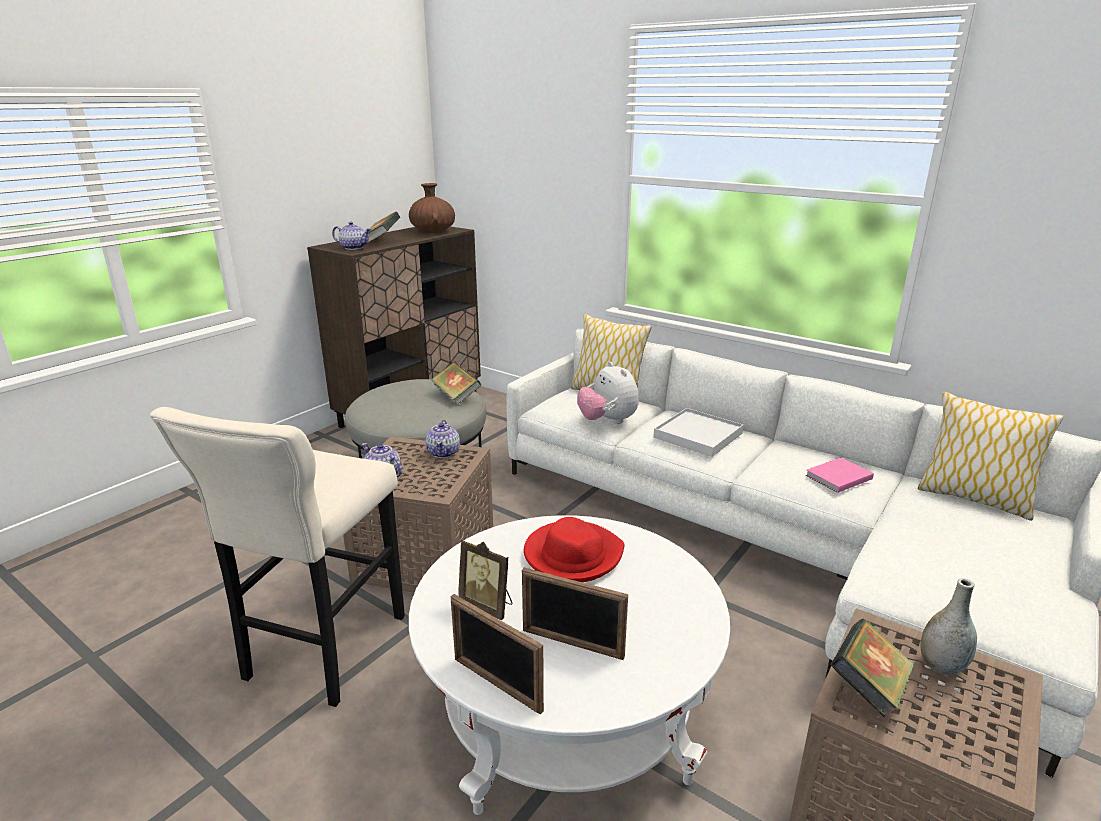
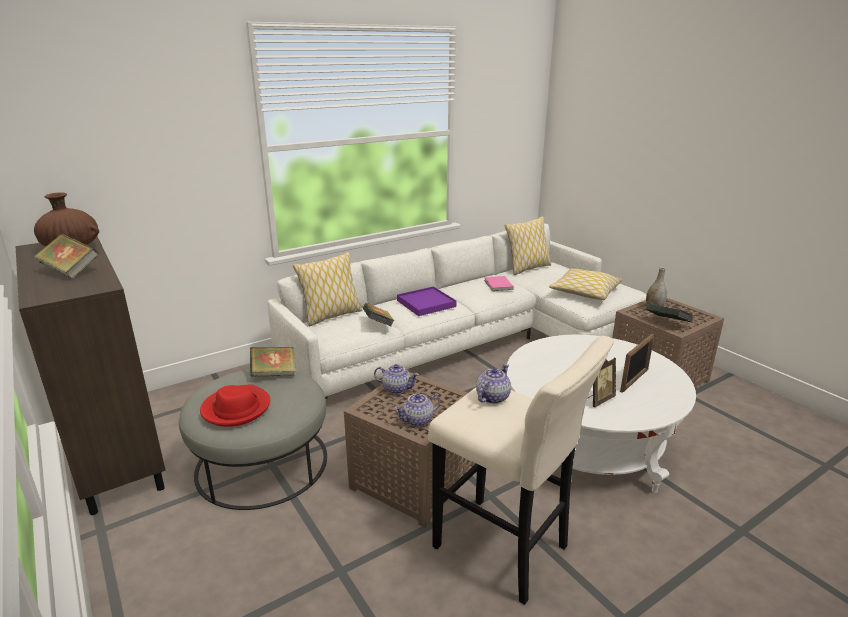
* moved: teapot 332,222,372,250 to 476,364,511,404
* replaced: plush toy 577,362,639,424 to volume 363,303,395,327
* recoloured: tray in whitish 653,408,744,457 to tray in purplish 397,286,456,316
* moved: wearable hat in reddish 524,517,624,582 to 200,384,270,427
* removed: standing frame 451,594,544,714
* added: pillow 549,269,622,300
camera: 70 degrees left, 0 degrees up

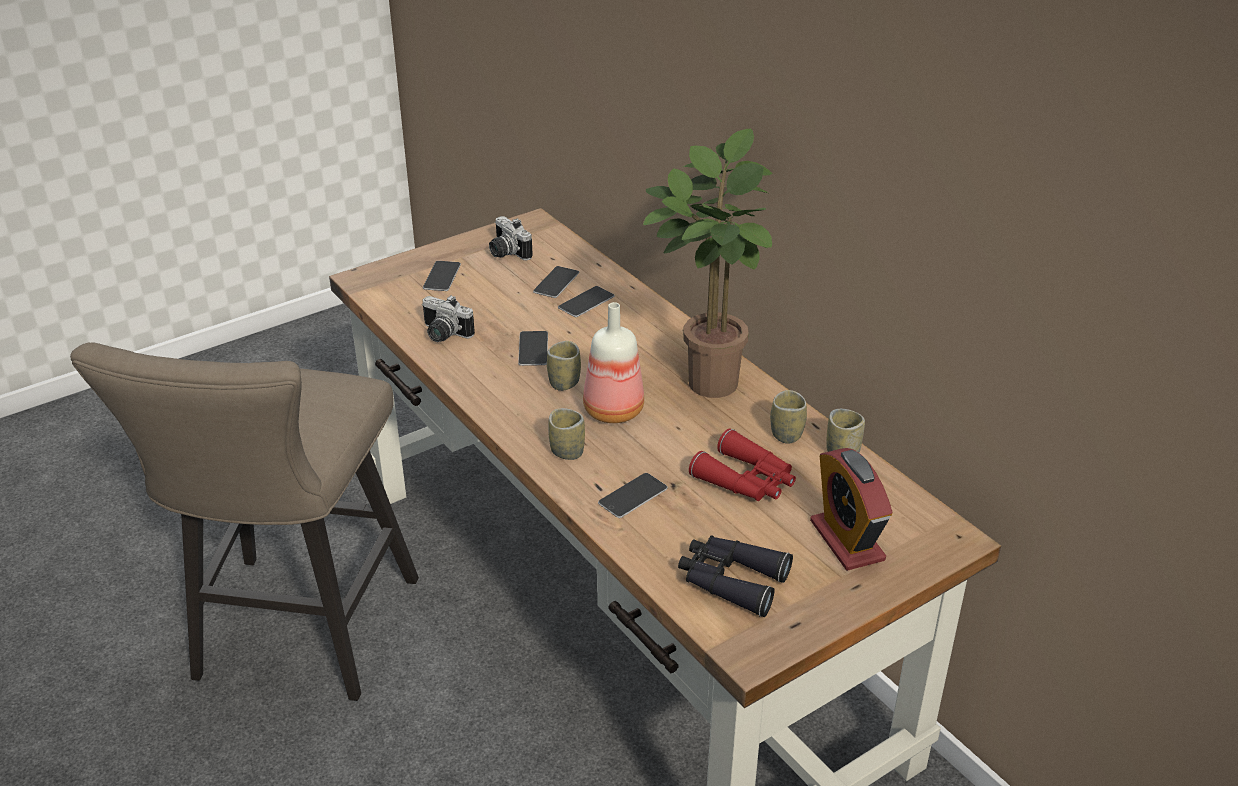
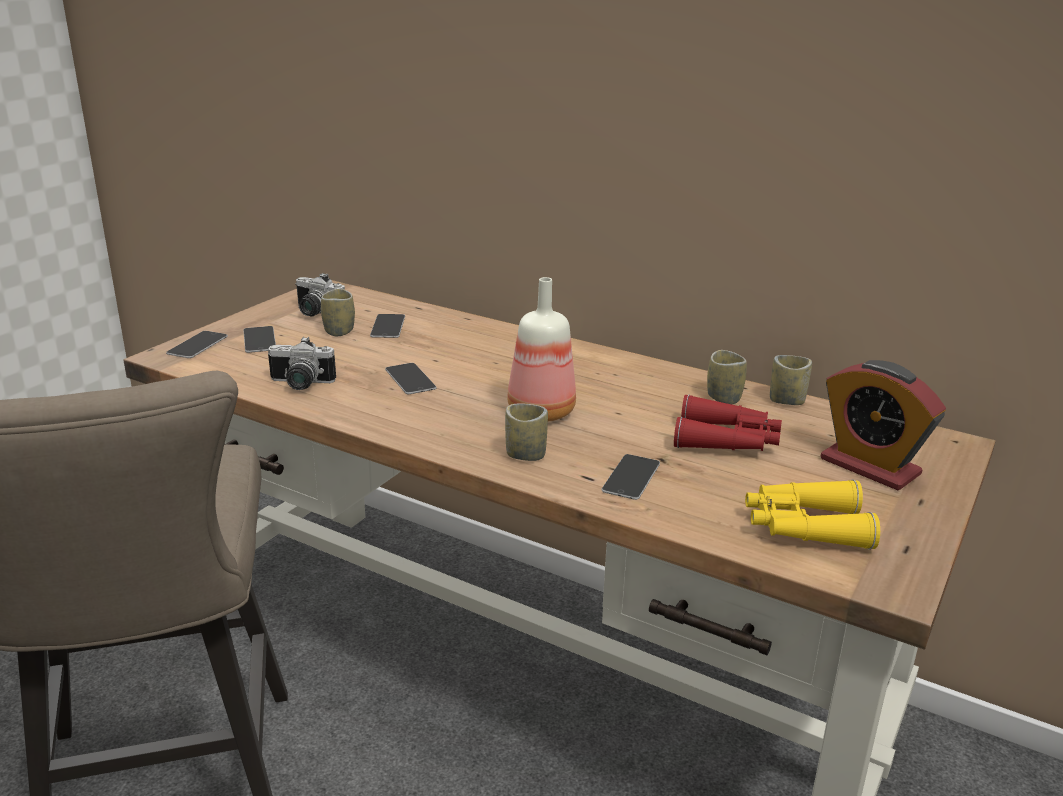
* removed: potted plant 643,129,772,398
* moved: telephone 558,286,615,317 to 166,331,228,358
* moved: cup 547,341,581,391 to 321,289,355,336
* recoloured: pair of binoculars in black-coloured 678,535,793,617 to pair of binoculars in yellowish 745,480,880,550
camera: 25 degrees left, 10 degrees down

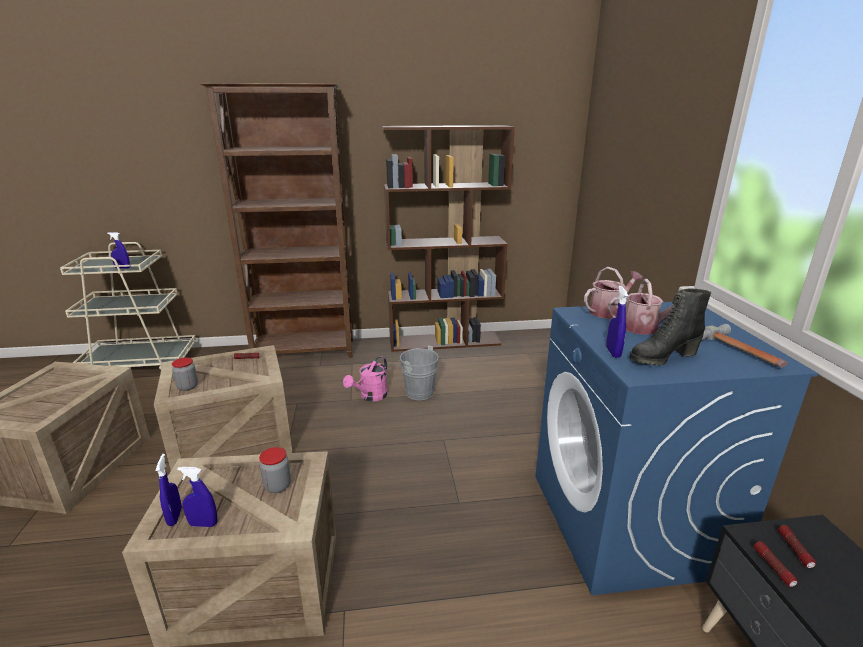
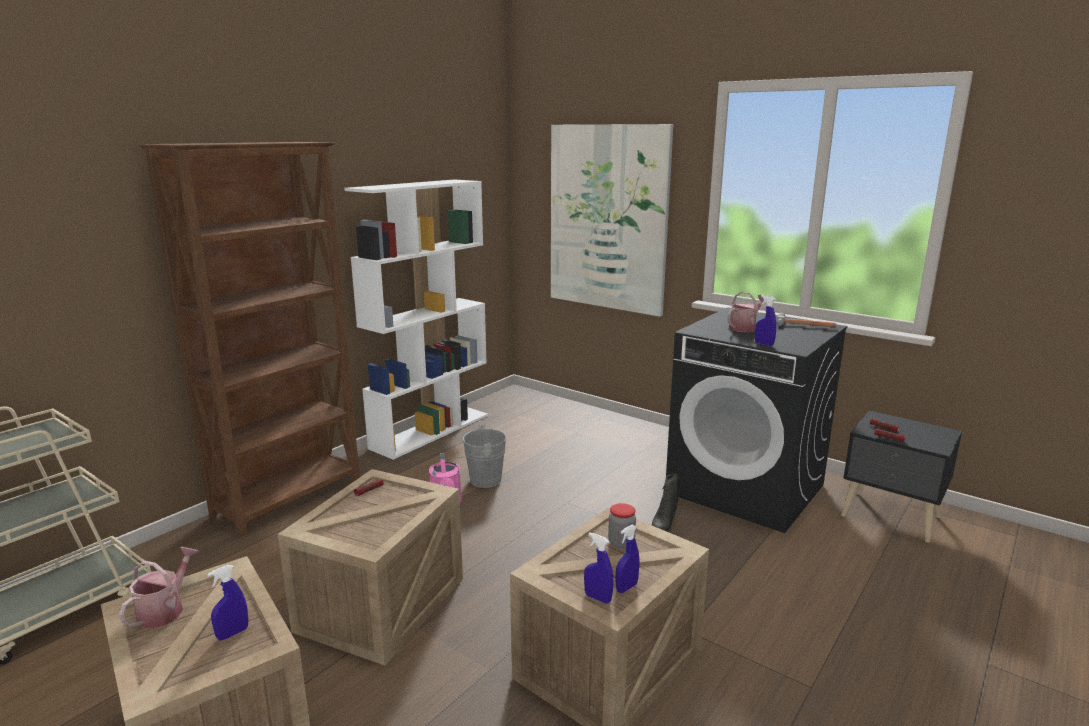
* recoloured: shelving unit in brown-coloured 382,125,515,352 to shelving unit in whitish 344,180,488,460
* moved: sprayer in blue-coloured 107,232,130,269 to 208,565,248,640
* moved: watering can 584,267,643,319 to 119,547,199,629
* moved: high-top boot in black-coloured 629,288,711,365 to 652,473,678,533
* recoloured: laundry appliance in blue-coloured 535,302,818,595 to laundry appliance in black-coloured 666,307,847,533
* removed: jar 172,357,198,391
* added: wall art 551,124,673,317
camera: 45 degrees left, 5 degrees down

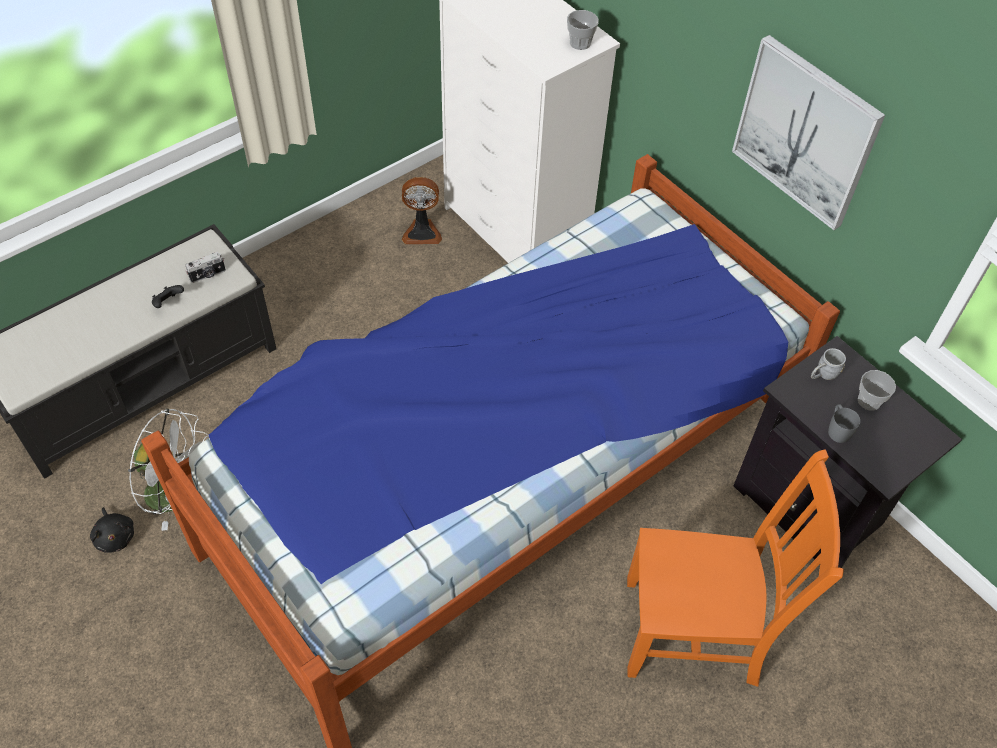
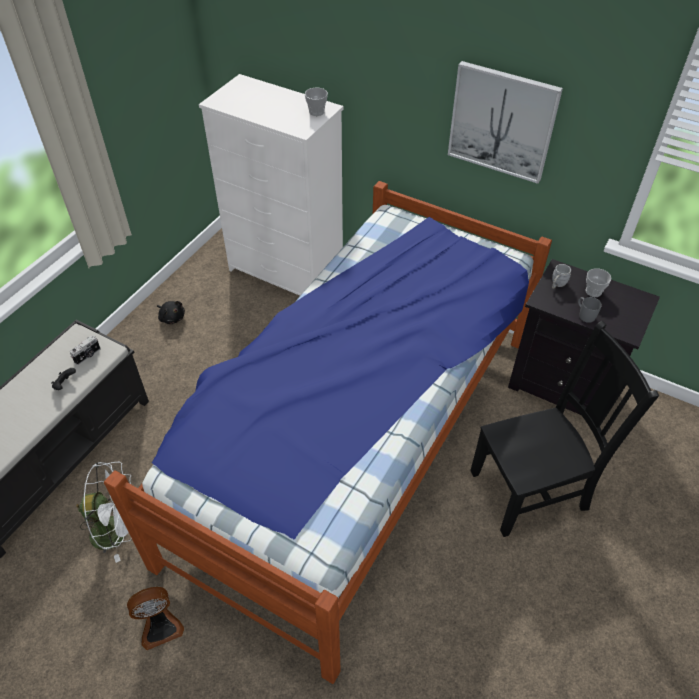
* moved: cooling fan 402,177,442,244 to 127,587,184,650
* recoloured: upright chair in orangey 627,449,844,687 to upright chair in black-coloured 470,321,659,537
* moved: plush toy in black-coloured 90,507,134,553 to 157,301,185,324
camera: 20 degrees left, 5 degrees down

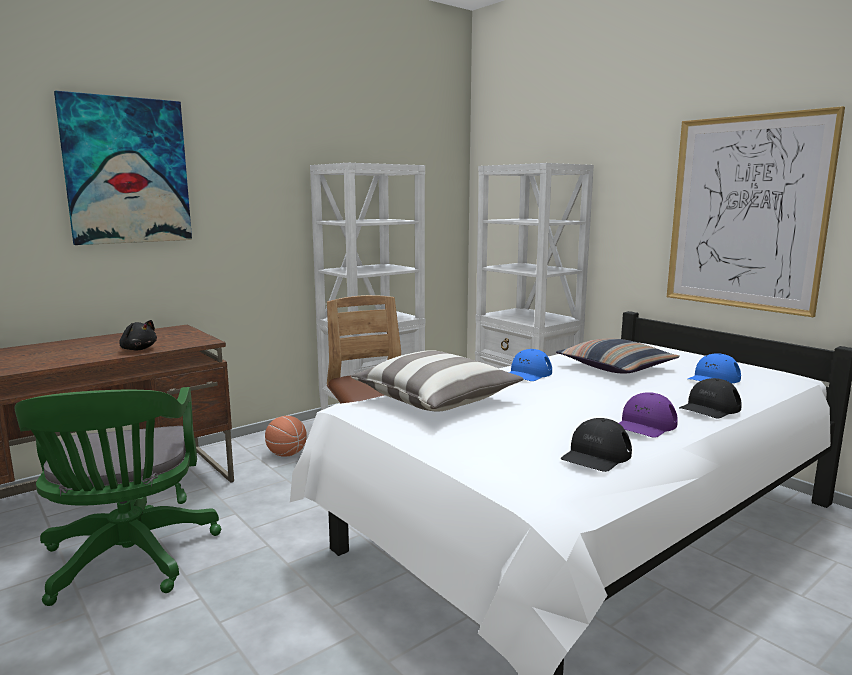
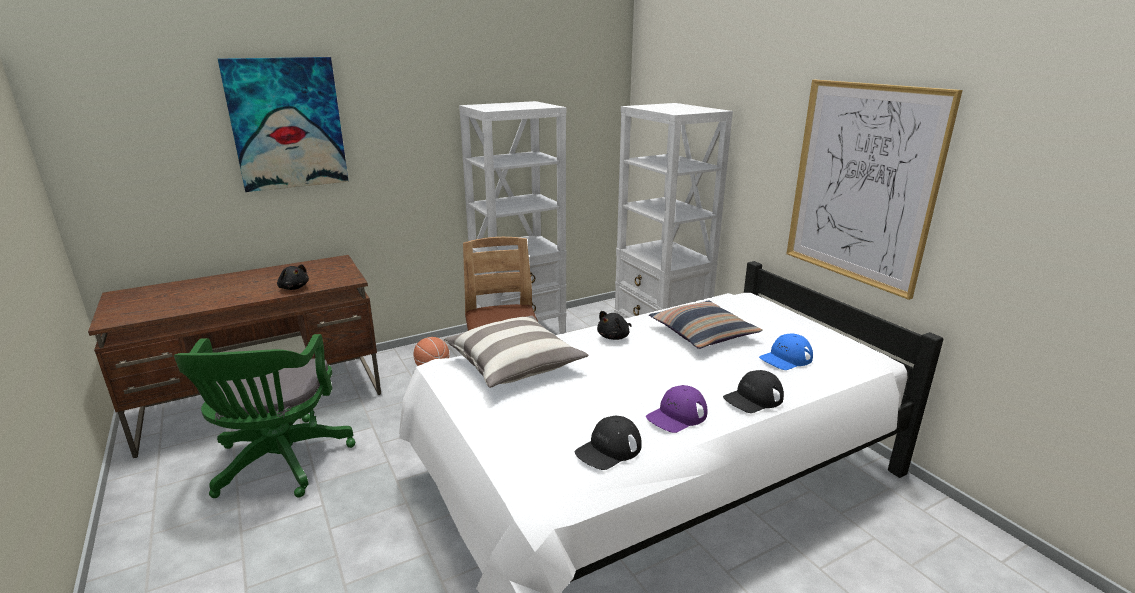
* replaced: peaked cap in blue-coloured 509,349,552,381 to plush toy in black-coloured 597,311,632,340
camera: 10 degrees right, 10 degrees up

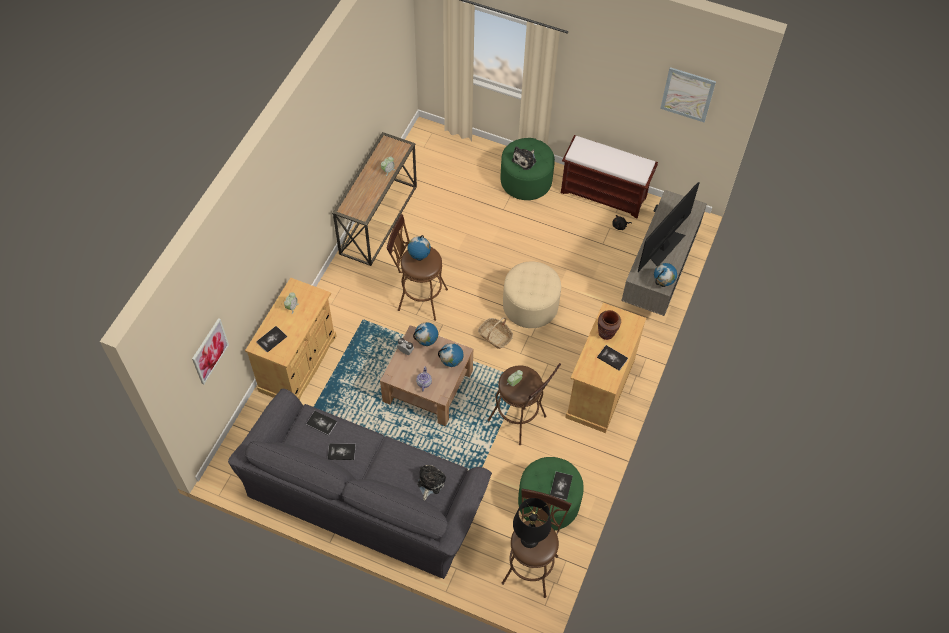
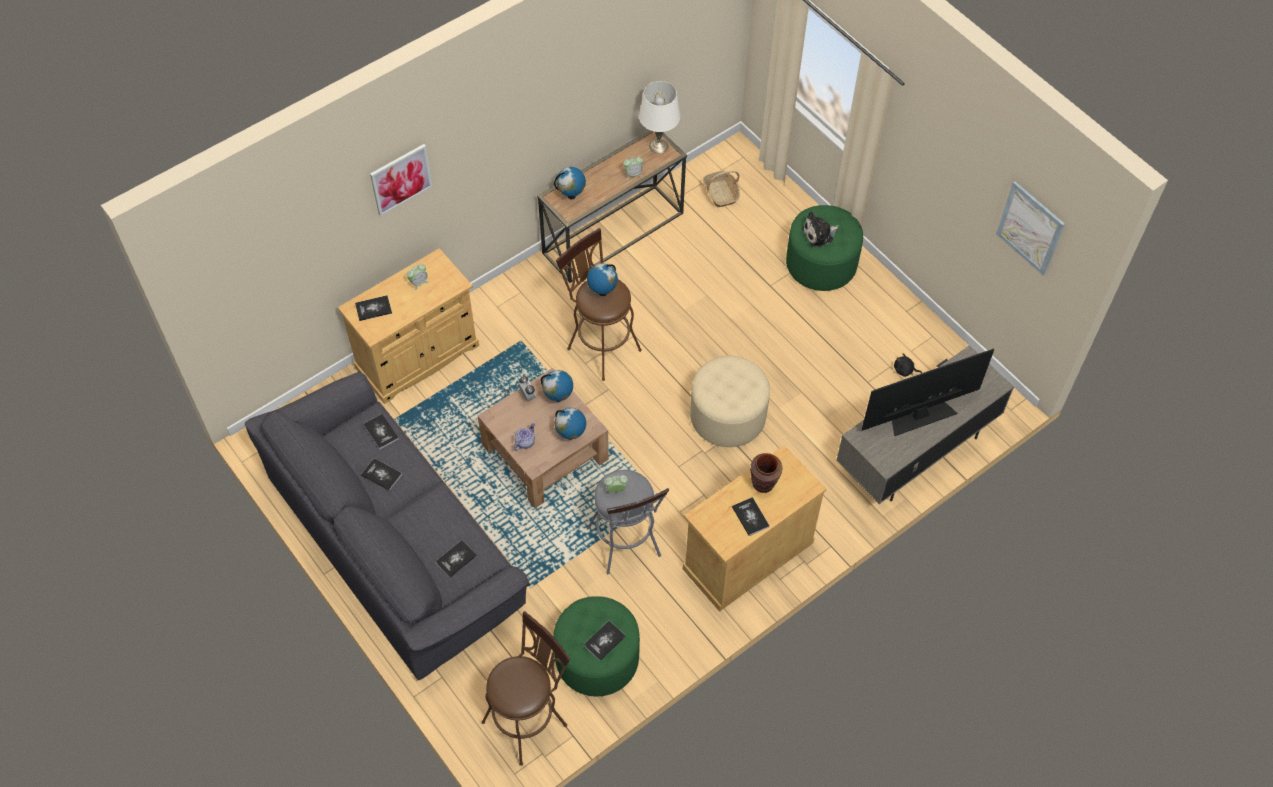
* removed: long seat in brown-coloured 561,135,658,218
* moved: desk globe 654,263,677,287 to 554,167,586,200
* moved: basket 478,317,513,349 to 703,171,740,207
* moved: wall art 192,318,229,384 to 370,144,433,216
* recoloured: stool in brown-coloured 488,363,561,445 to stool in gray 588,470,669,574
* replaced: plush toy 417,465,446,500 to volume 435,540,477,578
* removed: tabletop lamp in black-coloured 513,498,551,548
* added: tabletop lamp in whitish 639,81,680,154
camera: 30 degrees right, 0 degrees up

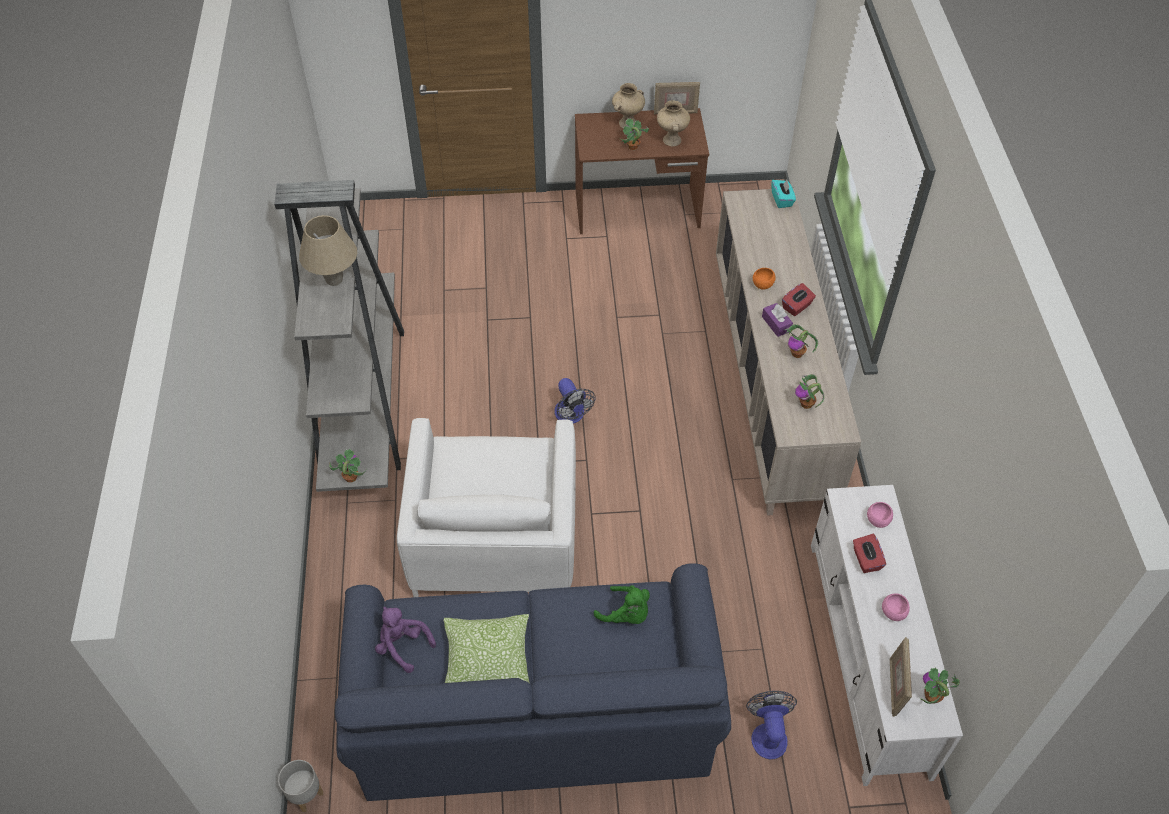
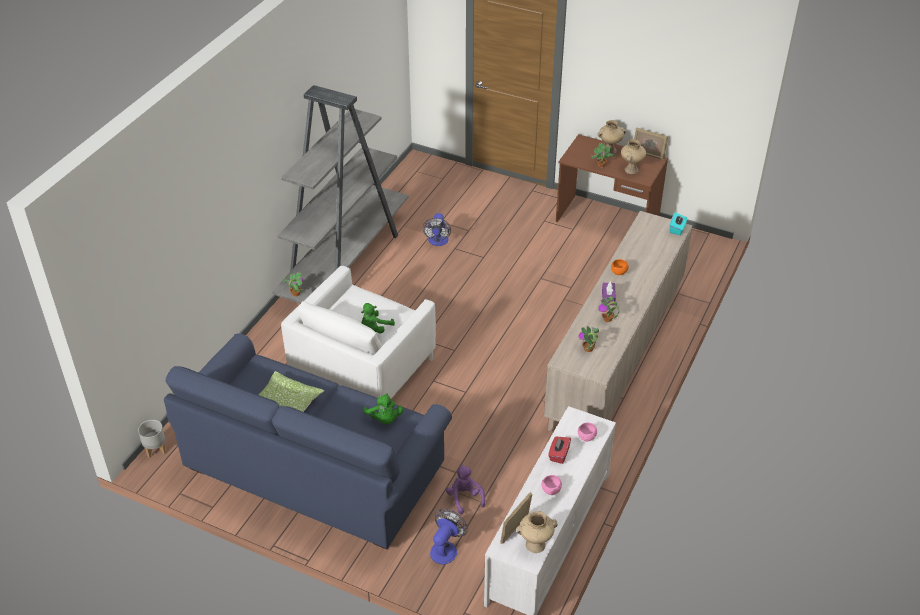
* removed: tabletop lamp in beige-coloured 299,215,357,286
* removed: tissue holder in reddish 782,283,816,316
* moved: cooling fan 554,378,596,424 to 422,213,451,246
* moved: plush toy in purplish 375,607,436,673 to 446,465,485,514
* replaced: potted plant 920,668,960,704 to flower vase in beige-coloured 516,511,558,553
* added: plush toy in greenish 361,303,395,333
camera: 30 degrees right, 10 degrees down

